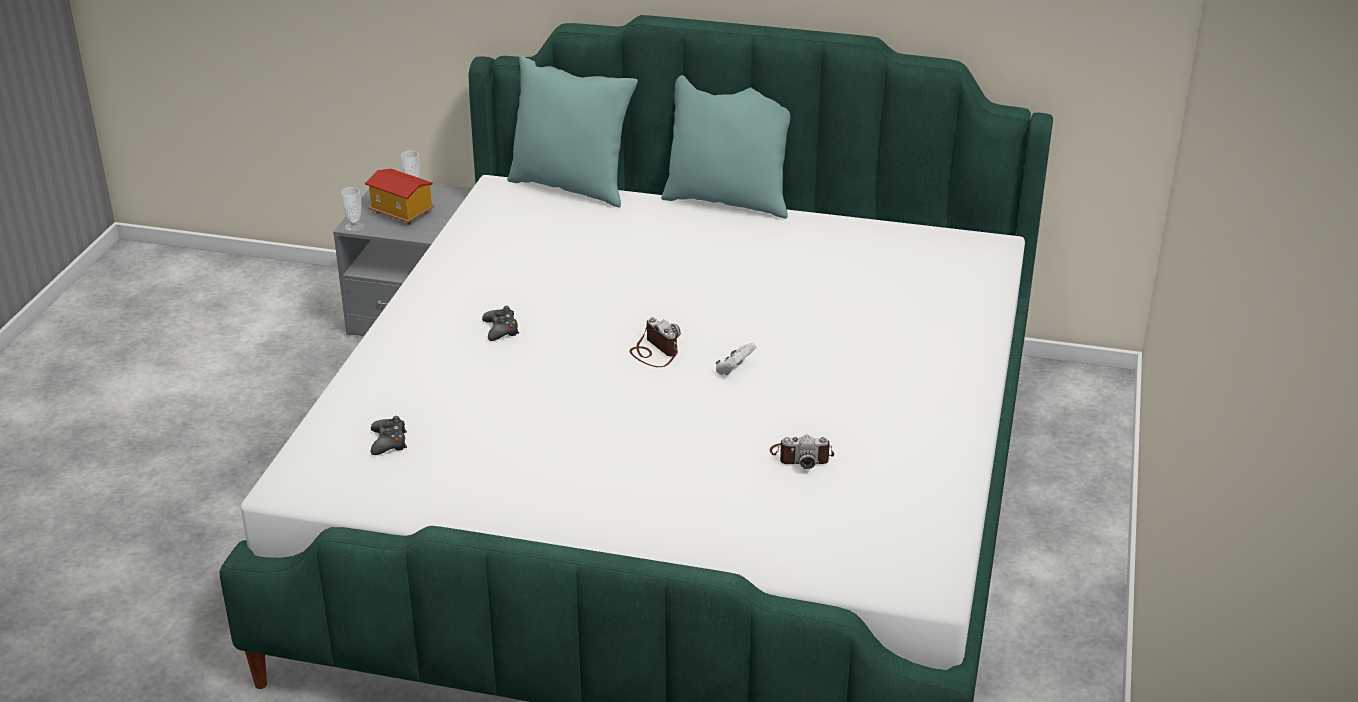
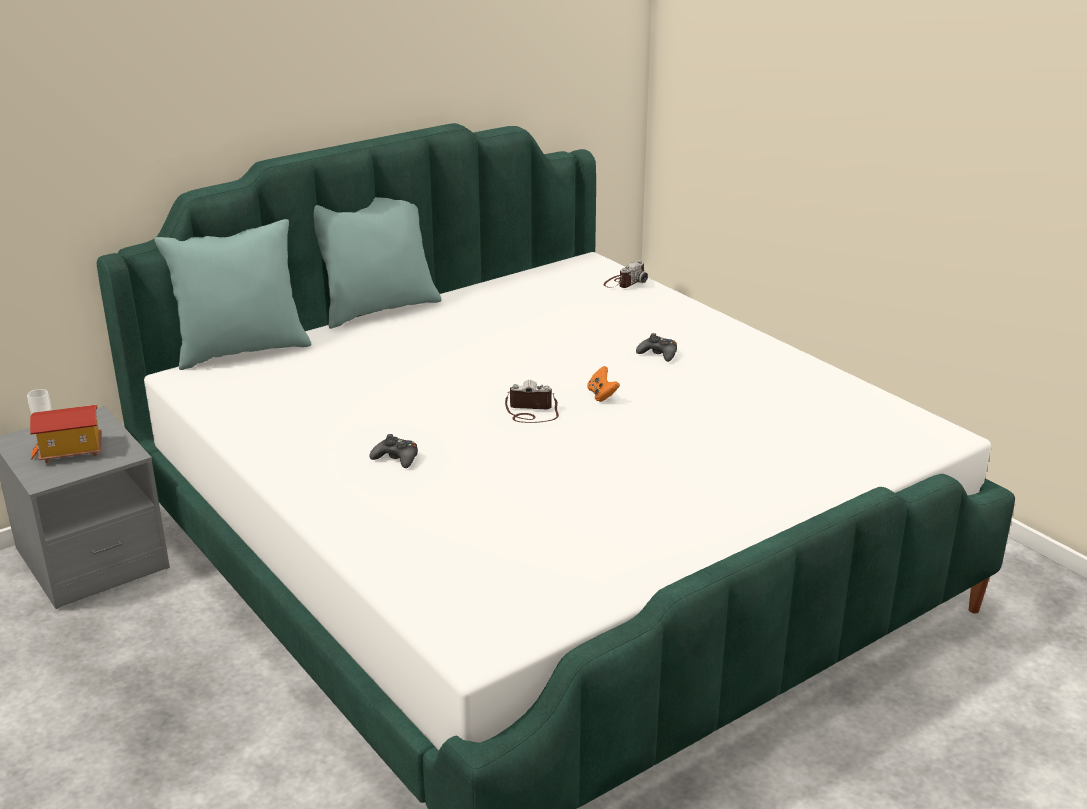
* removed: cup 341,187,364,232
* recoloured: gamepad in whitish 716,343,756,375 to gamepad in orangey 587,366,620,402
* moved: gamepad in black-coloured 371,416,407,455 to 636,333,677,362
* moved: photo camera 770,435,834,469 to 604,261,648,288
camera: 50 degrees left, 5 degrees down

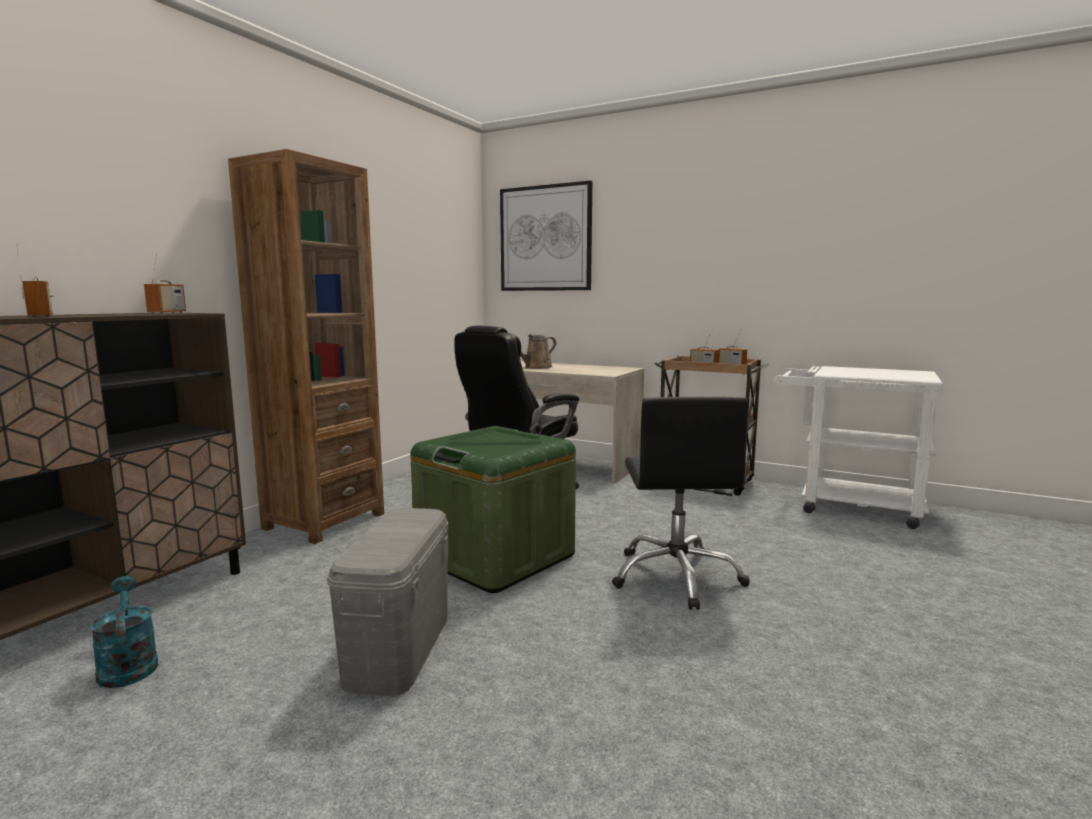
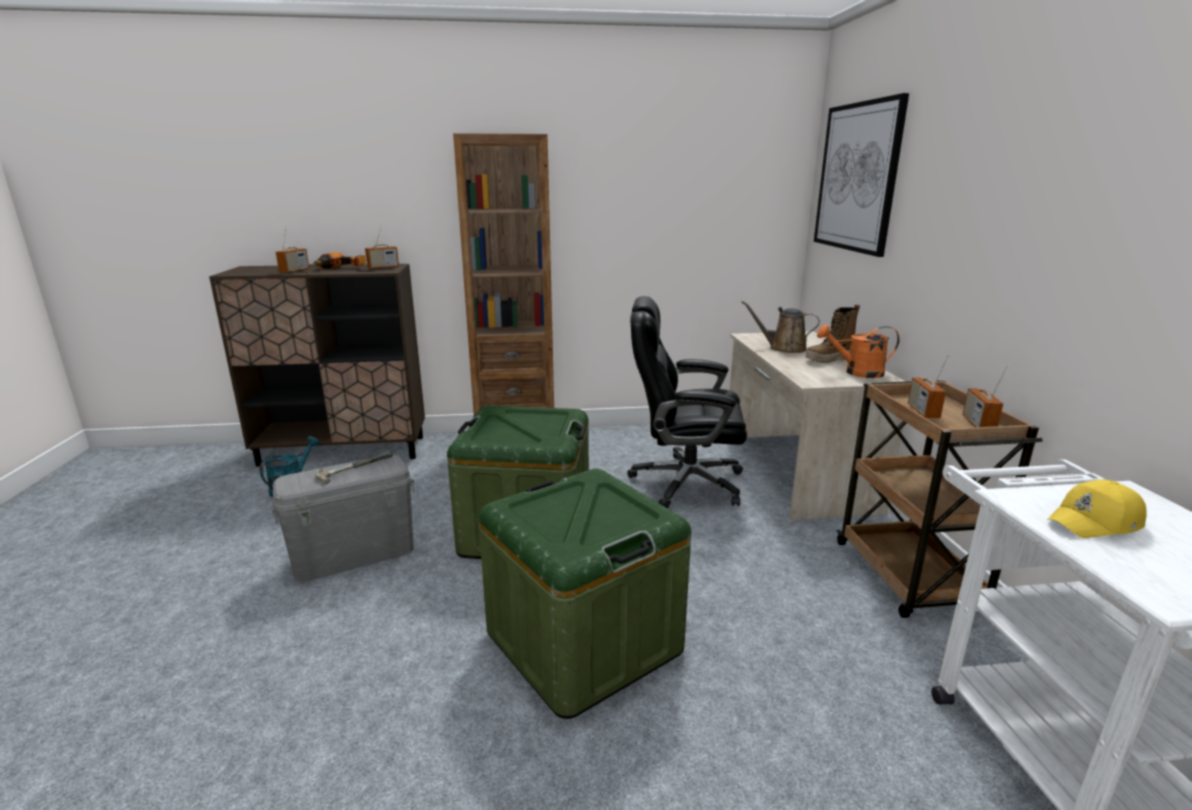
* replaced: computer chair in black-coloured 612,397,750,610 to storage box in greenish 478,468,691,719
* added: electric drill 309,252,366,269
* added: high-top boot 805,304,860,363
* added: watering can in orangey 817,324,899,378
* added: hand hammer 315,450,393,484
* added: peaked cap in yellowish 1047,479,1147,538
camera: 55 degrees right, 10 degrees up

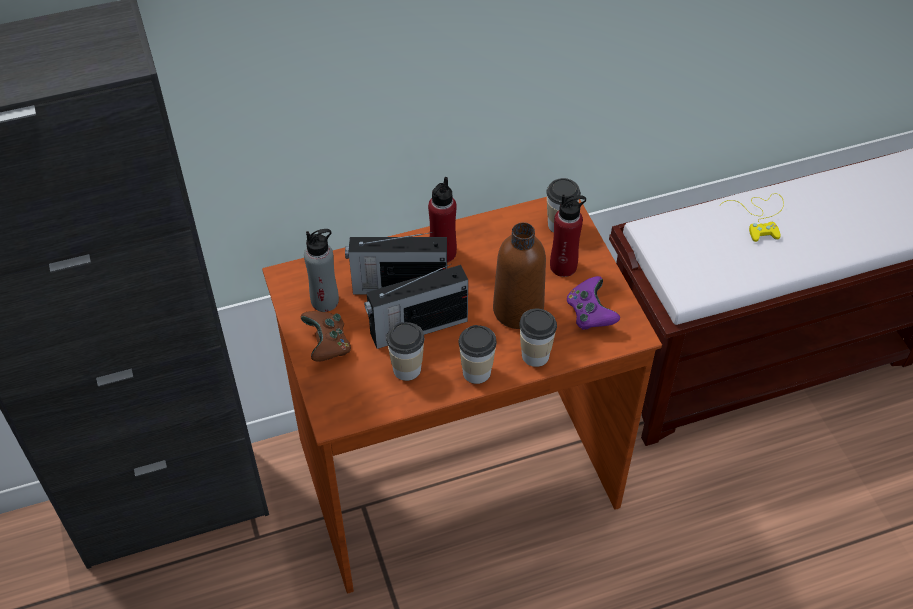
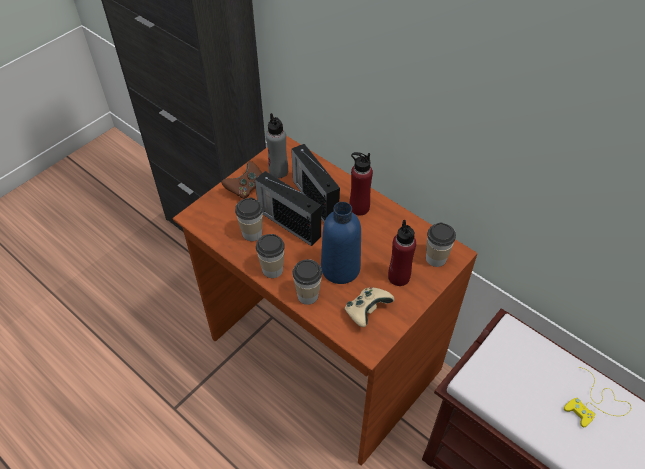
* recoloured: beverage bottle in brown-coloured 493,222,546,329 to beverage bottle in blue-coloured 321,202,361,284
* recoloured: gamepad in purplish 567,276,620,330 to gamepad in beige-coloured 345,287,395,327
camera: 60 degrees right, 0 degrees up

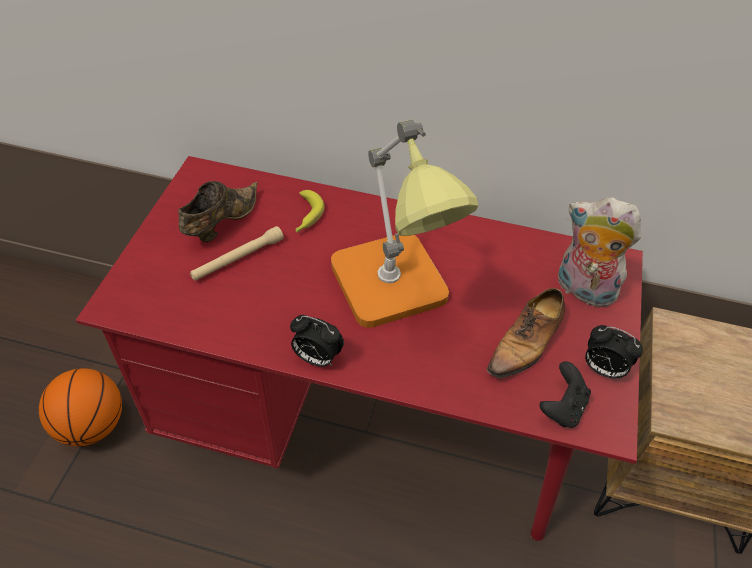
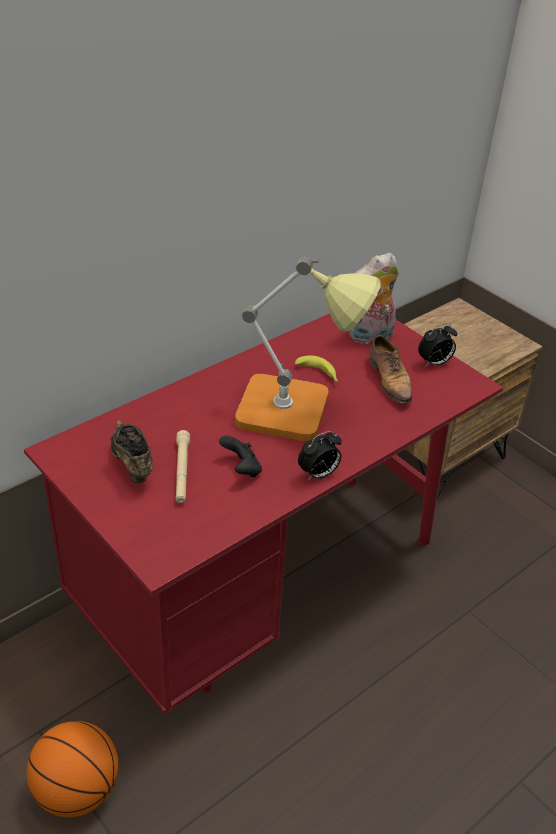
* moved: banana fruit 296,190,325,232 to 295,355,338,382
* moved: gamepad in black-coloured 539,361,591,428 to 219,436,262,477
camera: 55 degrees left, 10 degrees down

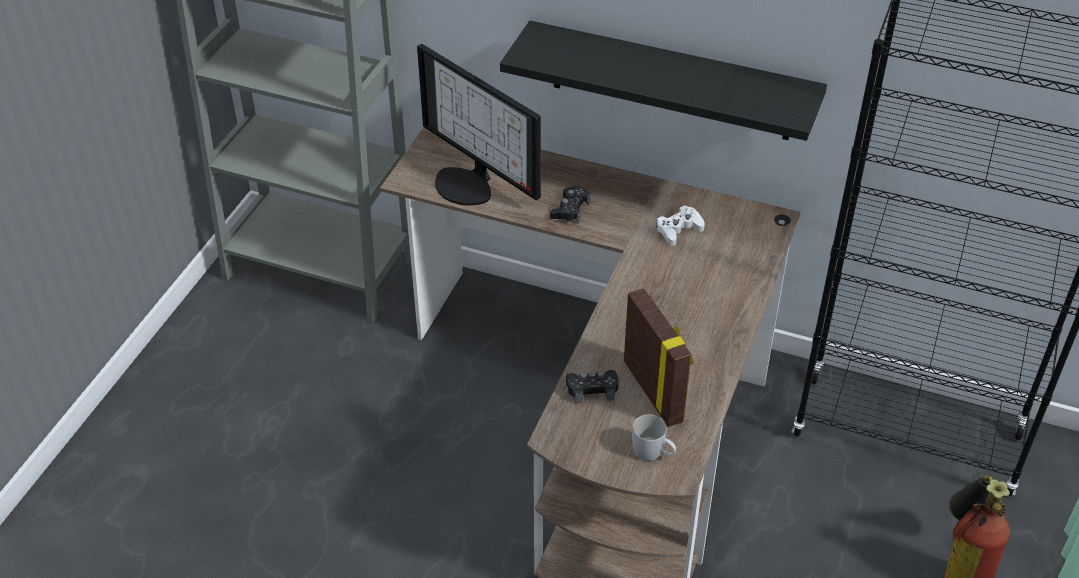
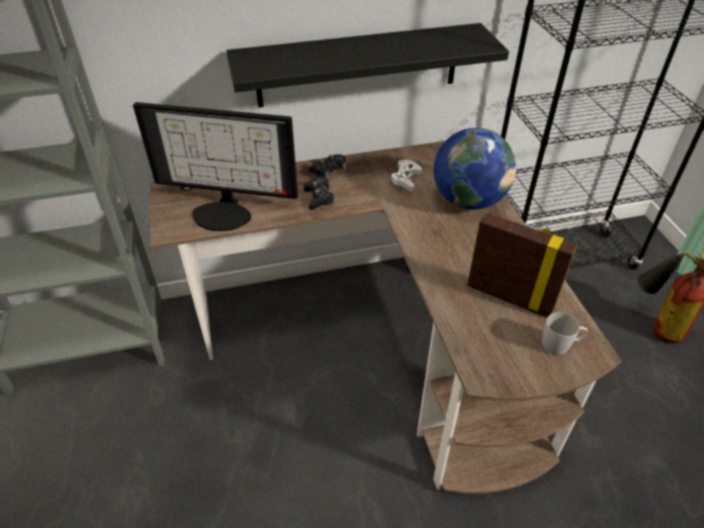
* moved: gamepad in black-coloured 566,370,619,403 to 309,154,347,179
* added: desk globe 434,128,516,210
camera: 35 degrees left, 0 degrees up

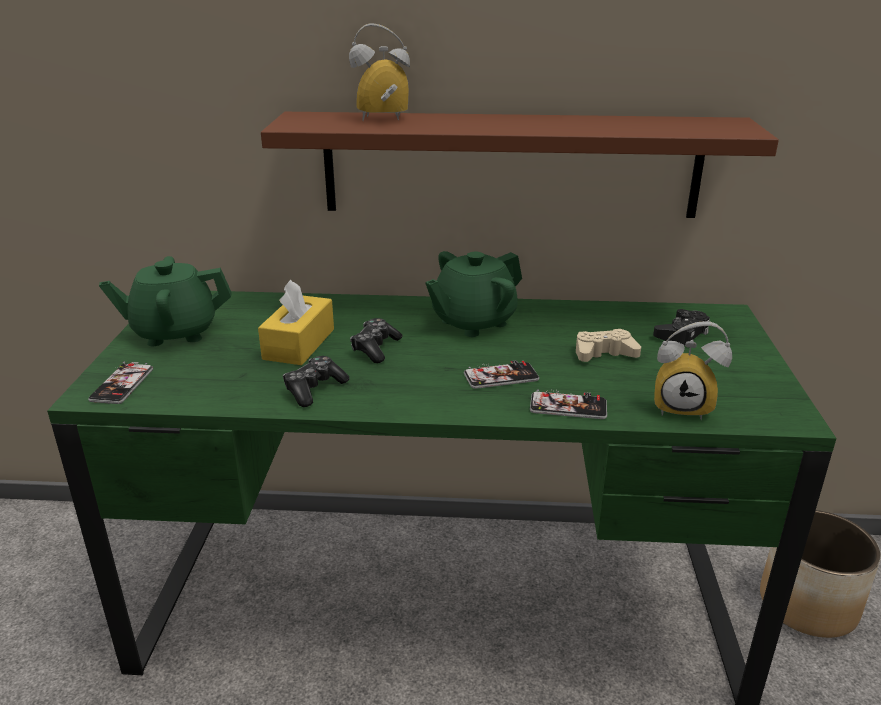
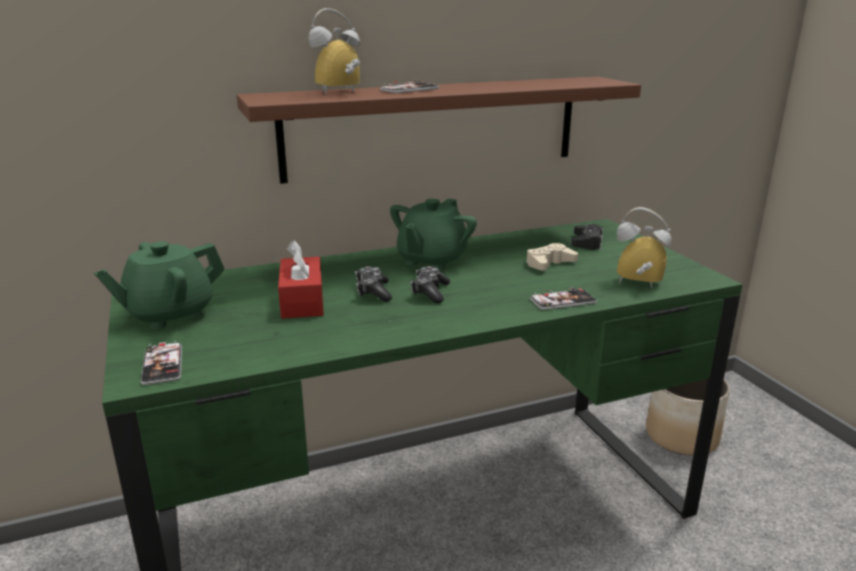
* recoloured: tissue holder in yellowish 258,280,334,365 to tissue holder in reddish 278,240,324,319
* turned: table clock 654,321,732,420 = 617,207,671,288 150 degrees counterclockwise
* moved: gamepad 283,356,350,407 to 410,266,450,303
* moved: telephone 464,360,539,389 to 380,80,439,93
camera: 25 degrees left, 5 degrees down

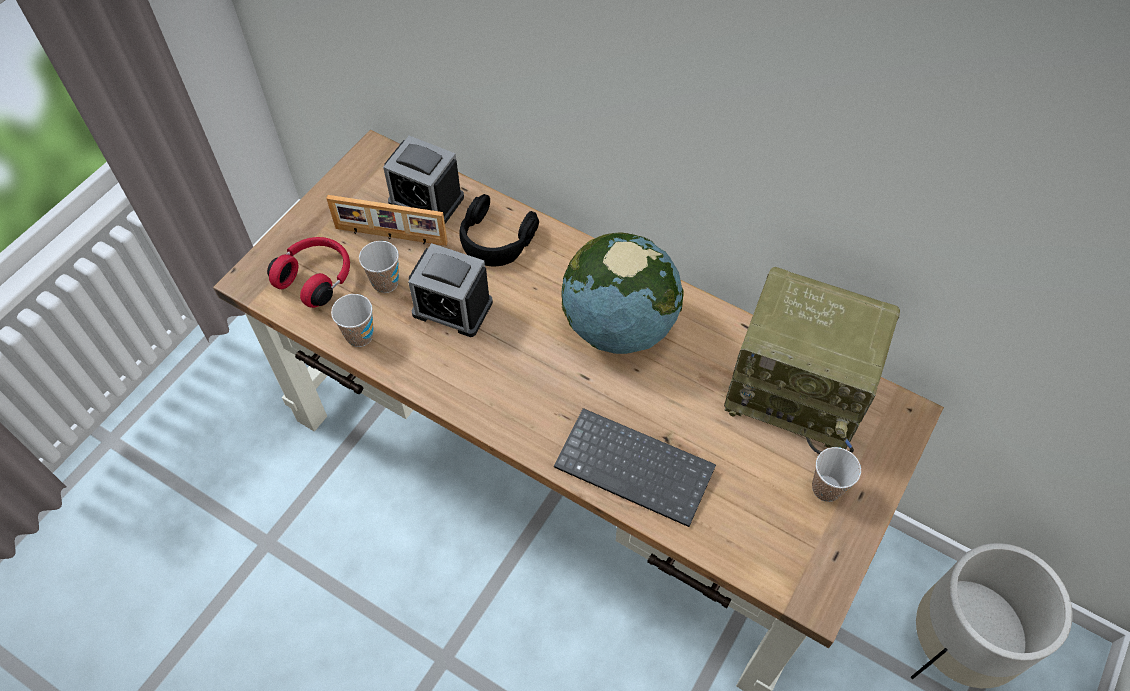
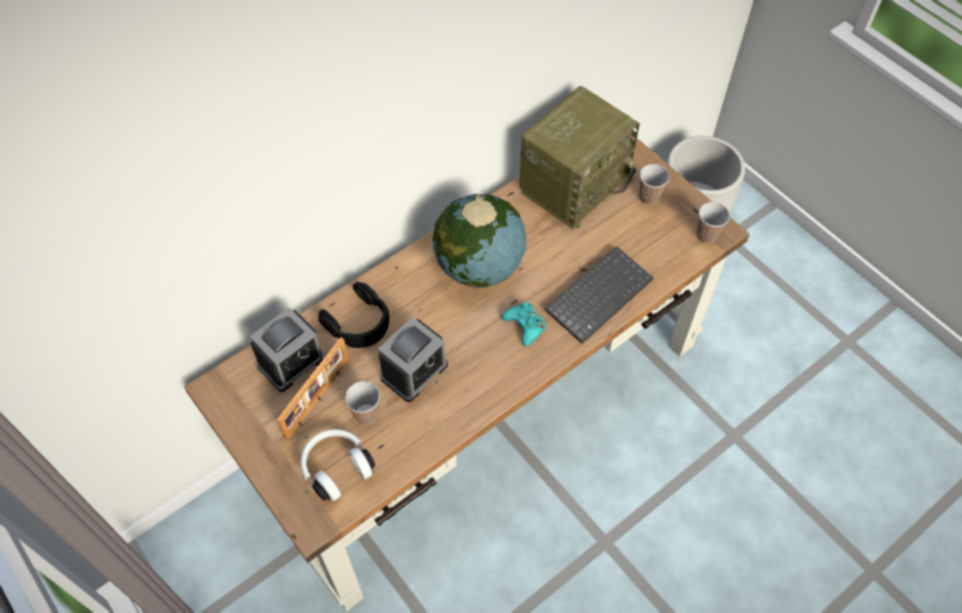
* recoloured: headset in reddish 267,237,350,308 to headset in whitish 300,429,375,501
* moved: cup 331,294,373,347 to 697,202,730,244
* added: gamepad in blue-green 501,302,546,346
camera: 70 degrees left, 0 degrees up

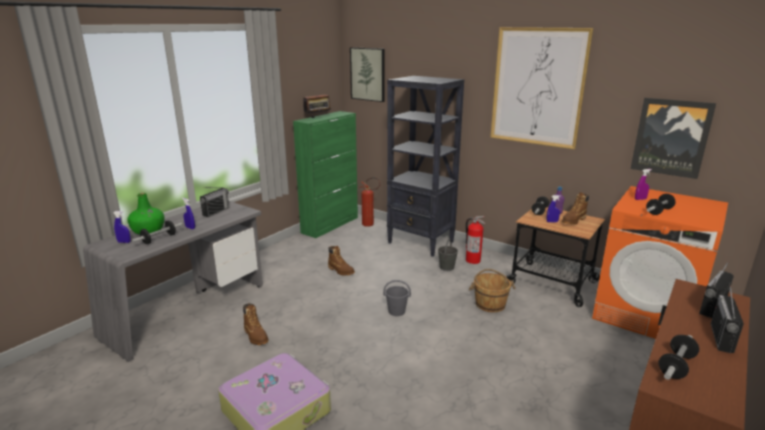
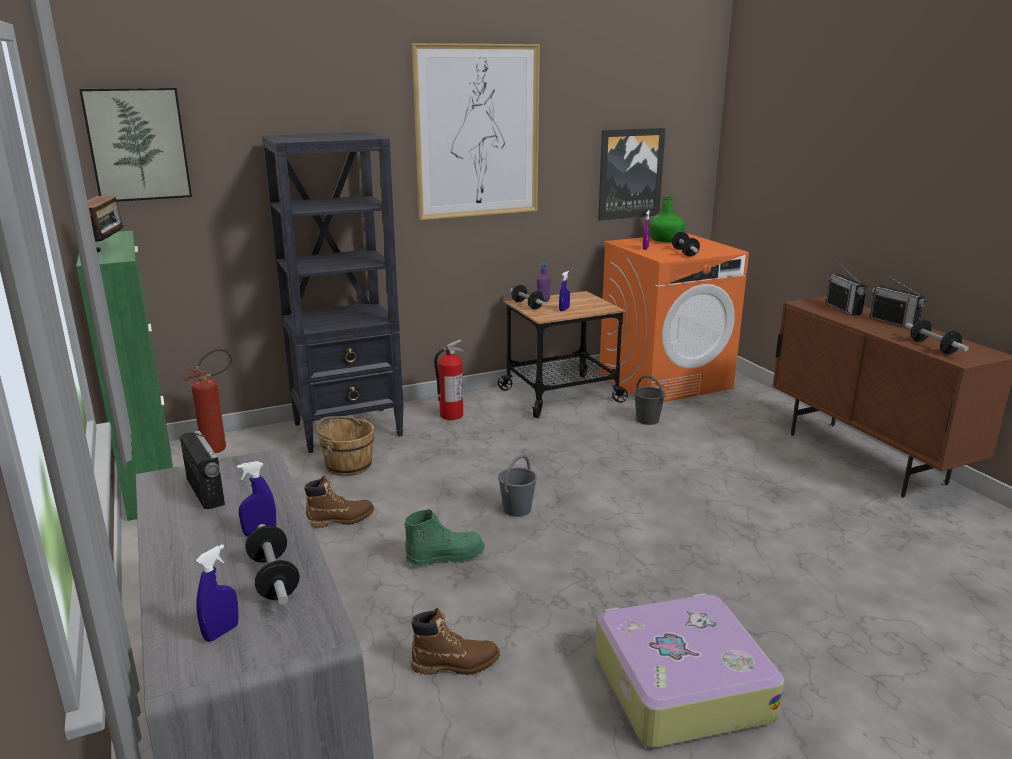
* removed: high-top boot in brown-coloured 562,192,589,224
* moved: beverage bottle in greenish 127,193,164,234 to 649,196,685,242
* moved: water bucket in gray 438,239,458,271 to 634,375,666,425
* moved: water bucket in brown-coloured 469,269,515,312 to 316,416,374,476
* added: high-top boot in greenish 404,509,485,566
camera: 60 degrees left, 0 degrees up

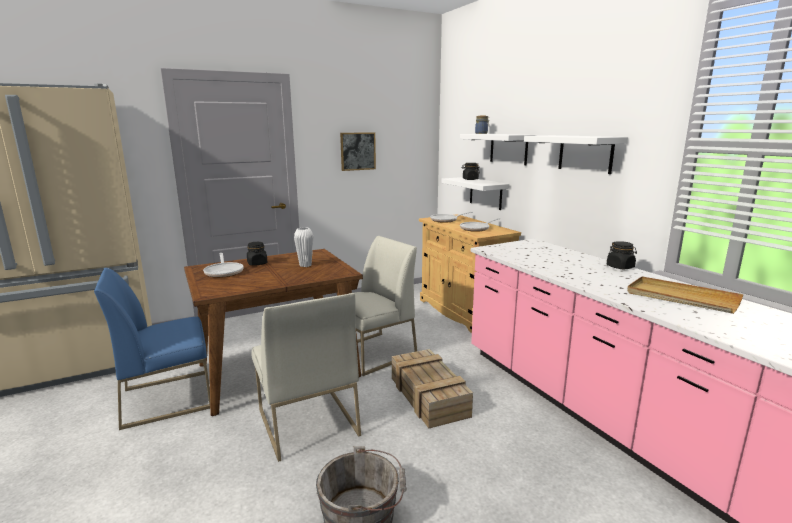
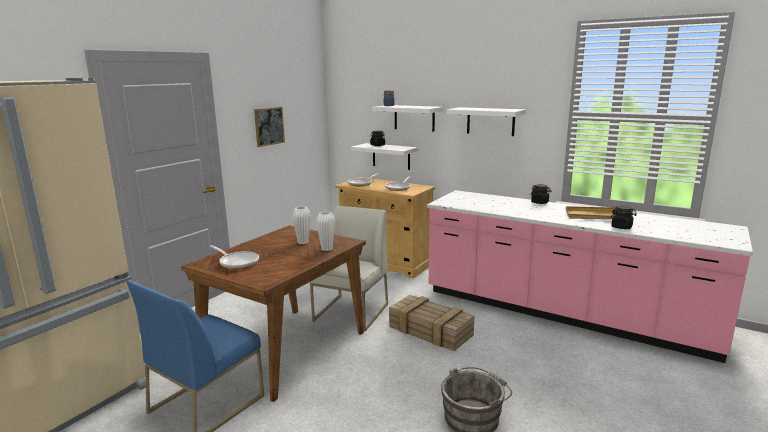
* moved: jar in black-coloured 247,242,268,266 to 610,205,637,229
* removed: upright chair in whitish 251,293,361,462
* added: flower vase in whitish 316,212,335,251
camera: 30 degrees left, 0 degrees up

